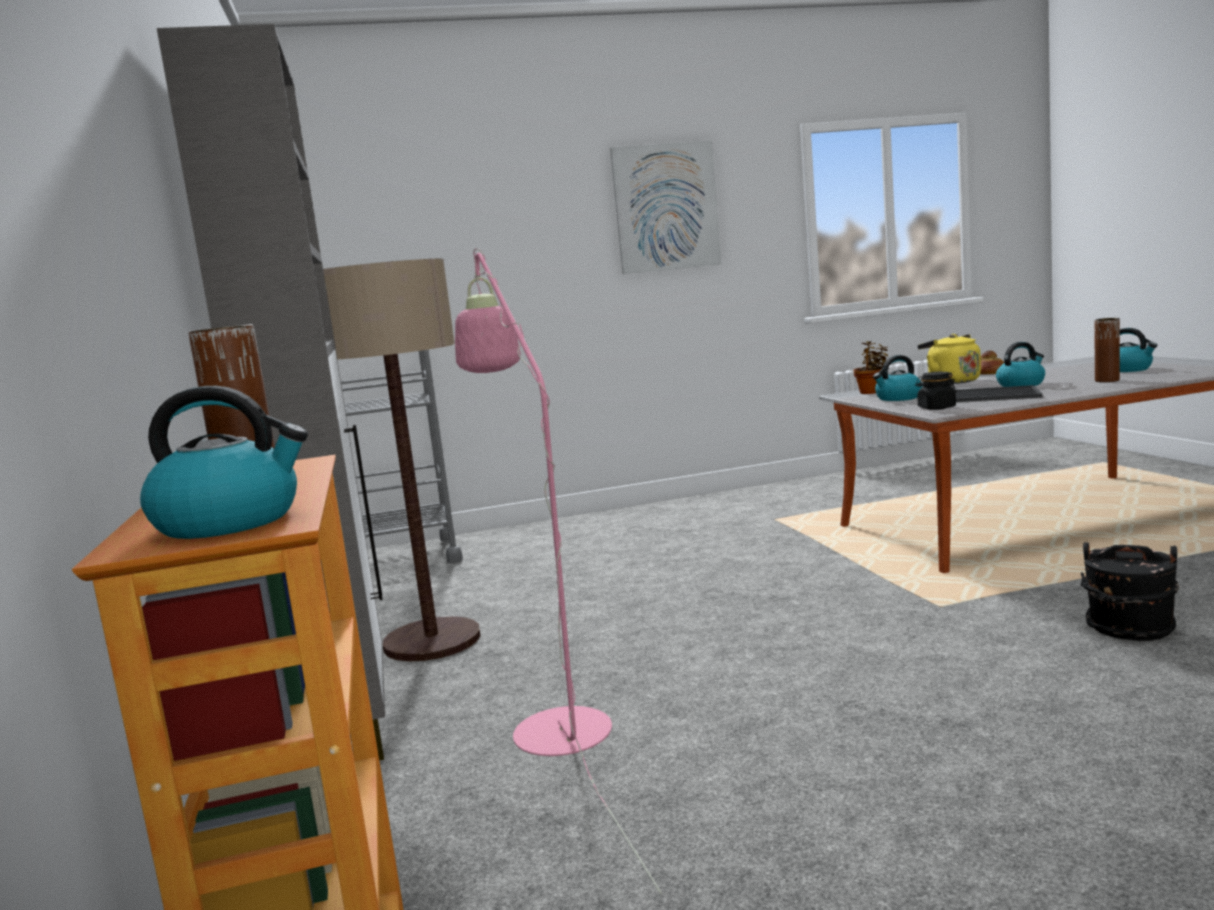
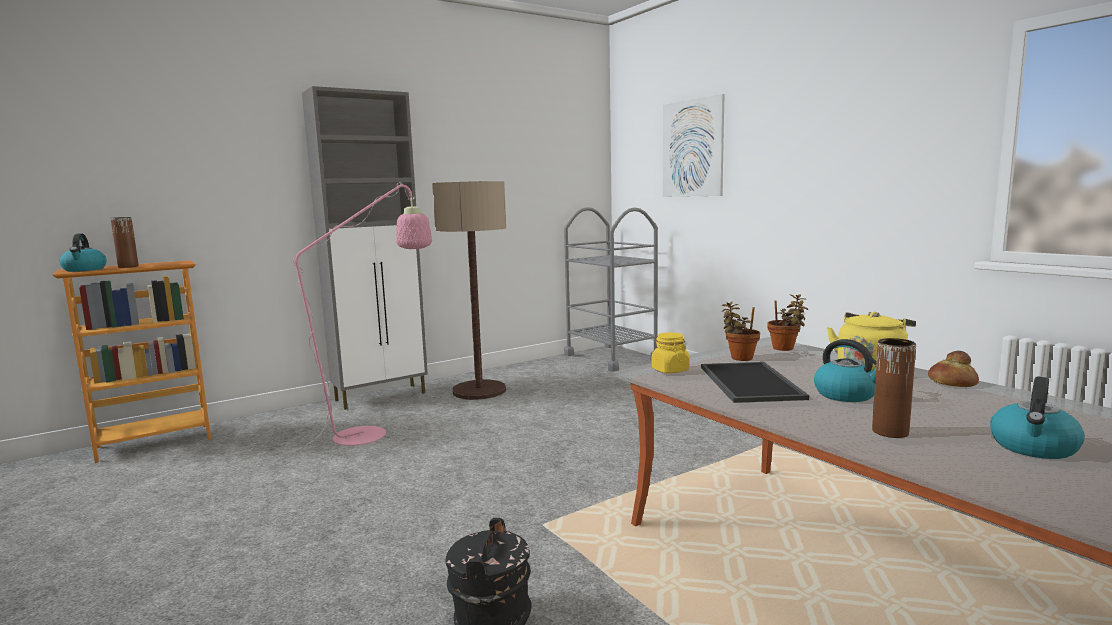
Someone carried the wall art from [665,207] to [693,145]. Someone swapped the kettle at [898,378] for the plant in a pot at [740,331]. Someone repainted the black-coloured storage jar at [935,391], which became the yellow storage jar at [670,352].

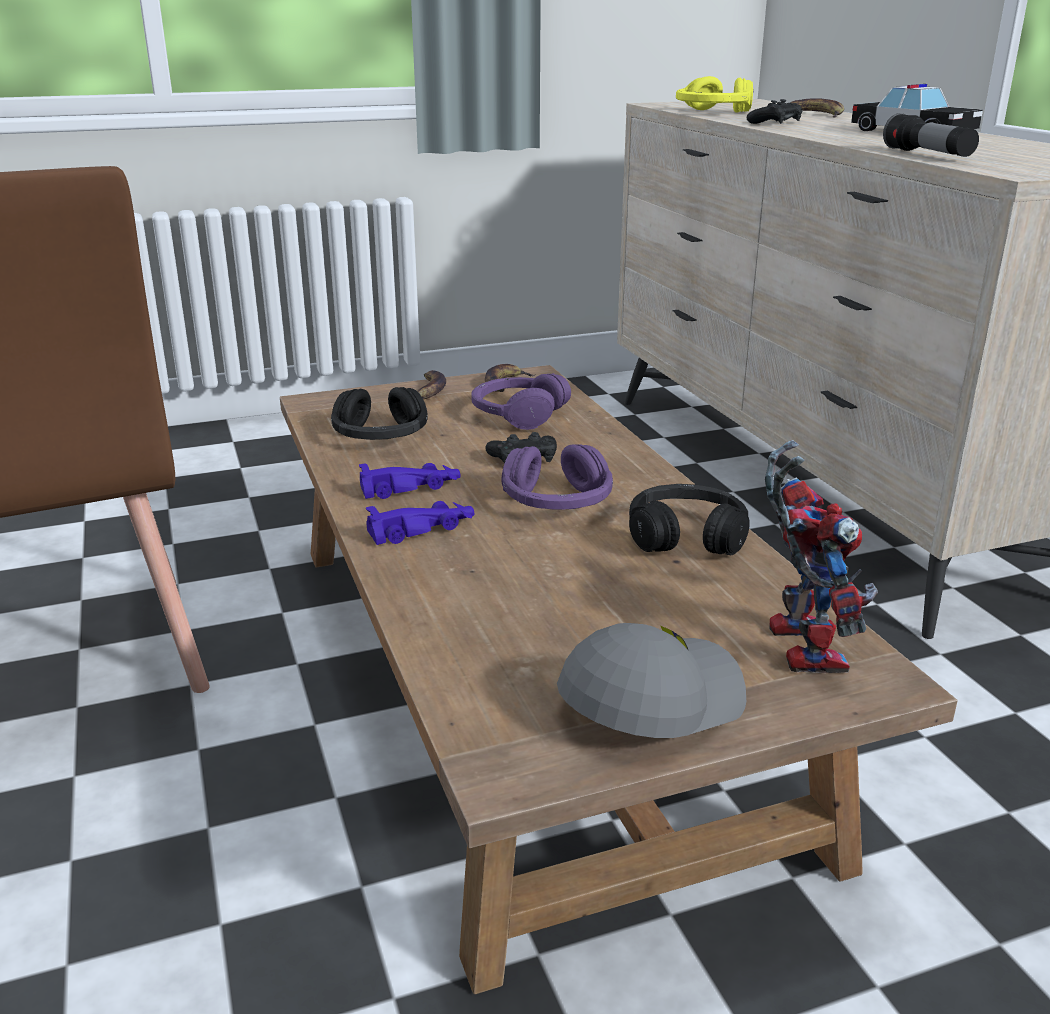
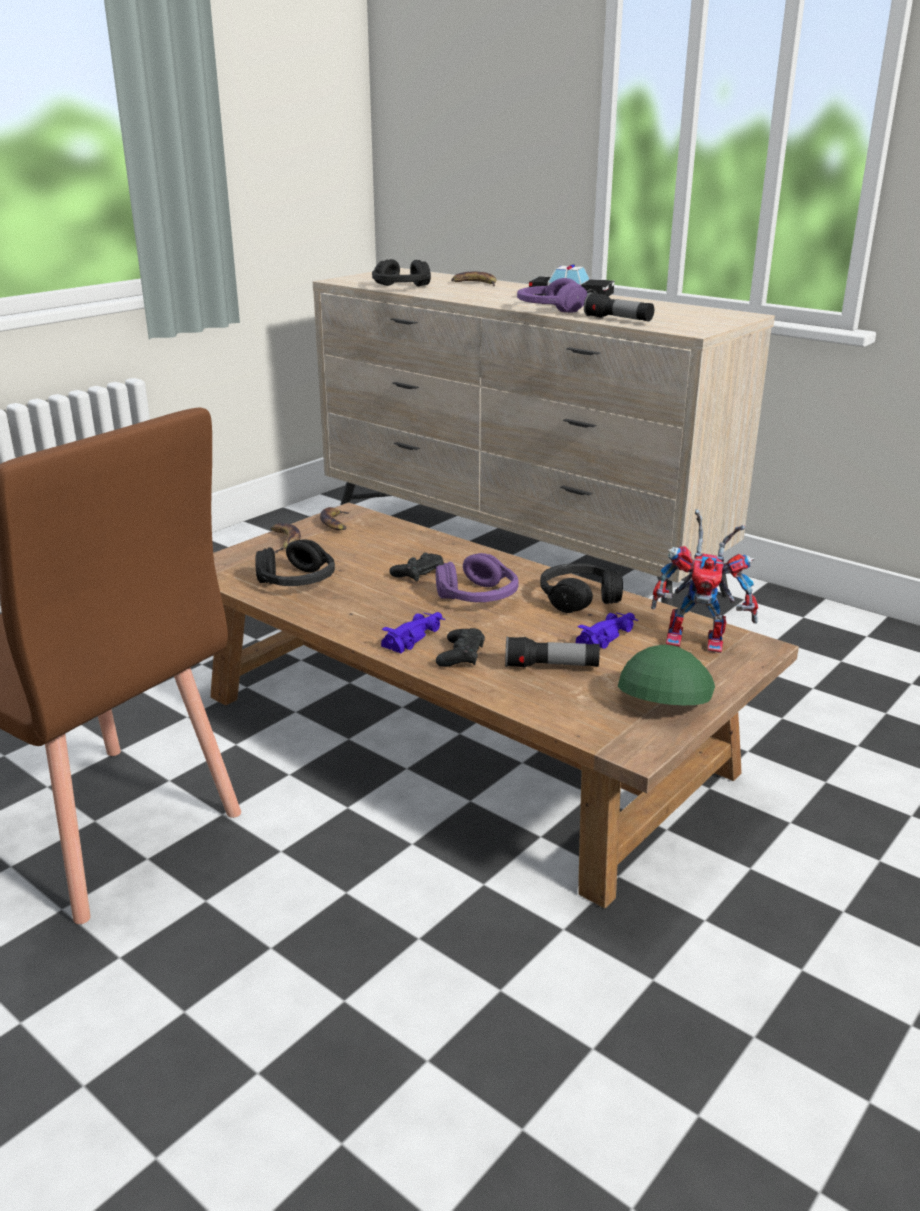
Someone put down the flashlight at [552,652]. Someone carried the purplish miniature car from [410,481] to [607,630]. Someone carried the purplish pair of headphones from [521,401] to [552,295]. Someone carried the black-coloured game controller from [774,111] to [460,647]. Someone repainted the greyish peaked cap at [651,680], which became the green peaked cap at [666,674]. Someone repainted the yellow pair of headphones at [715,94], which became the black-coloured pair of headphones at [401,272]. Someone rotated the model robot at [821,556] by 135 degrees clockwise.

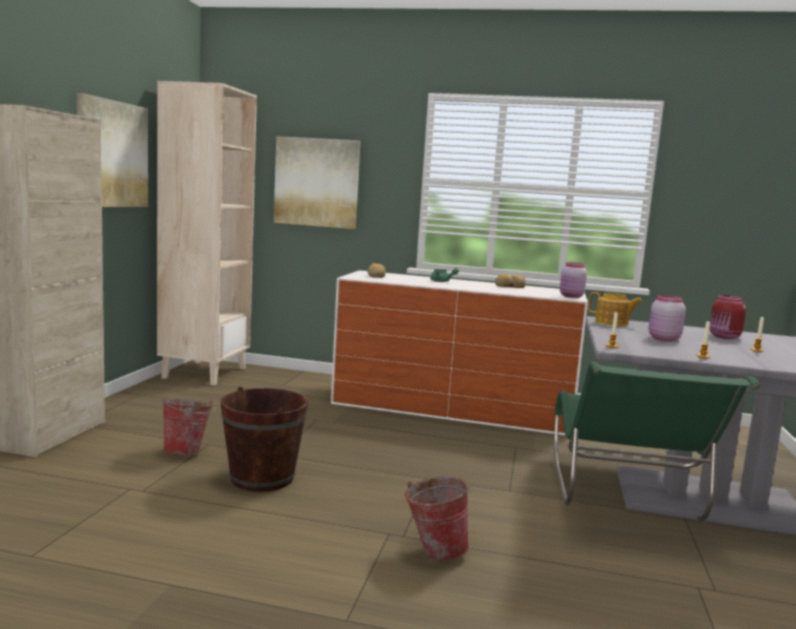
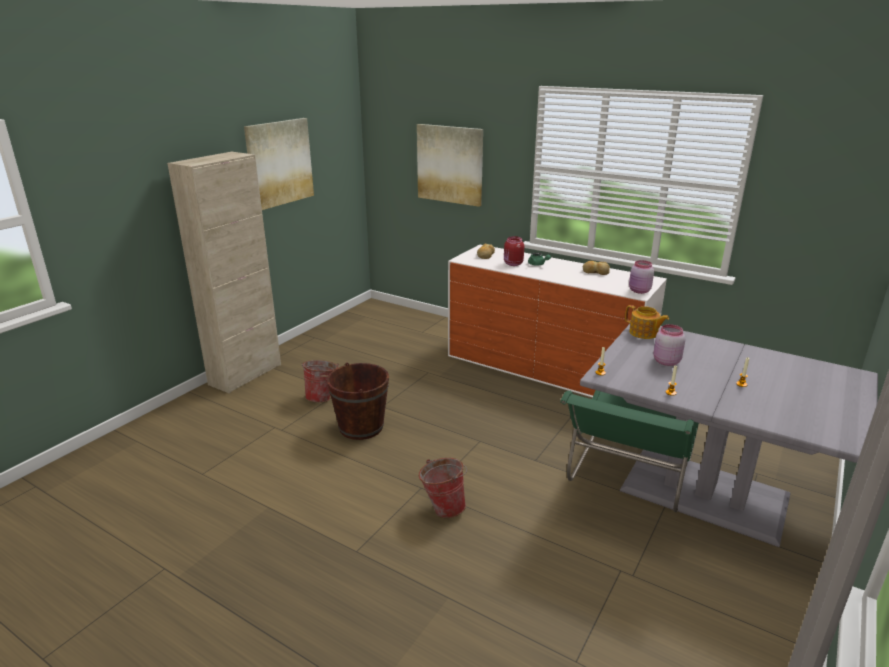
Someone took away the sand-coloured shelving unit at [207,233]. Someone carried the reddish storage jar from [728,317] to [514,251].

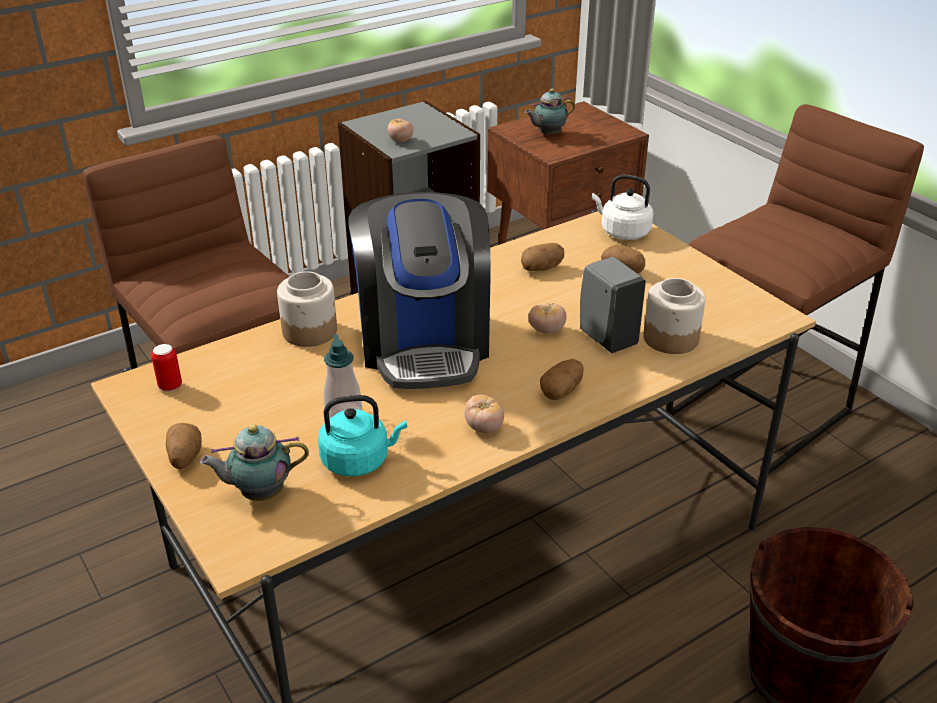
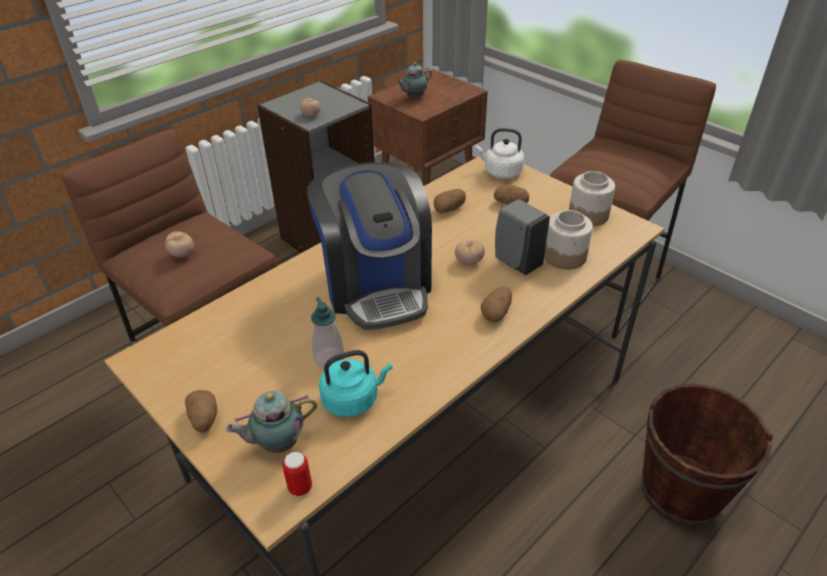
Someone carried the metal can from [166,368] to [297,474]. Someone carried the storage jar from [307,309] to [592,198]. Someone carried the fresh tomato from [484,414] to [179,244].

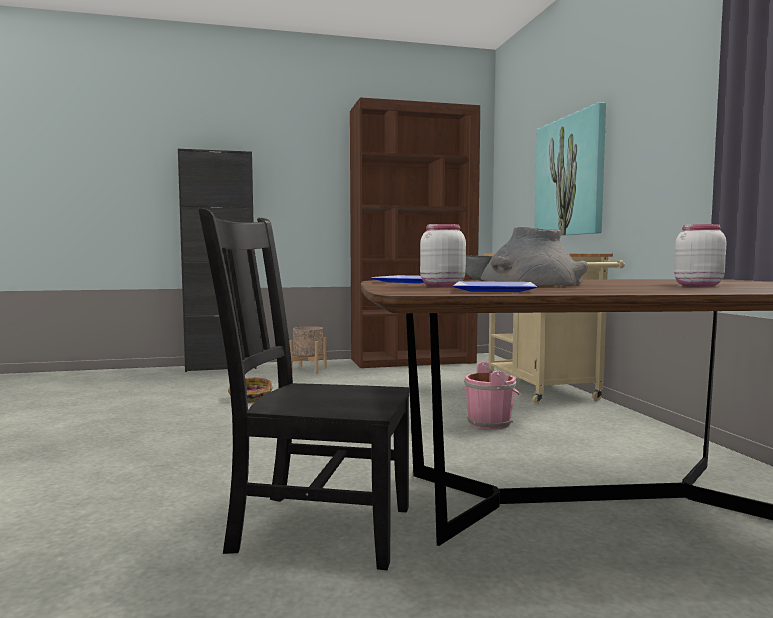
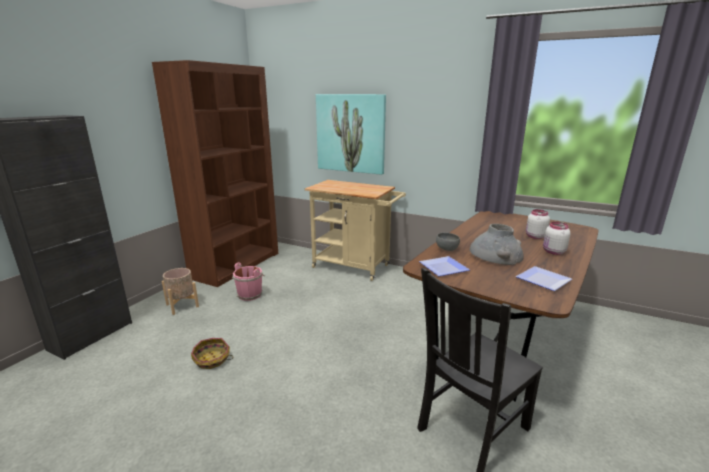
Someone carried the white storage jar from [443,255] to [556,238]. Someone carried the pinkish pail from [492,396] to [248,281].

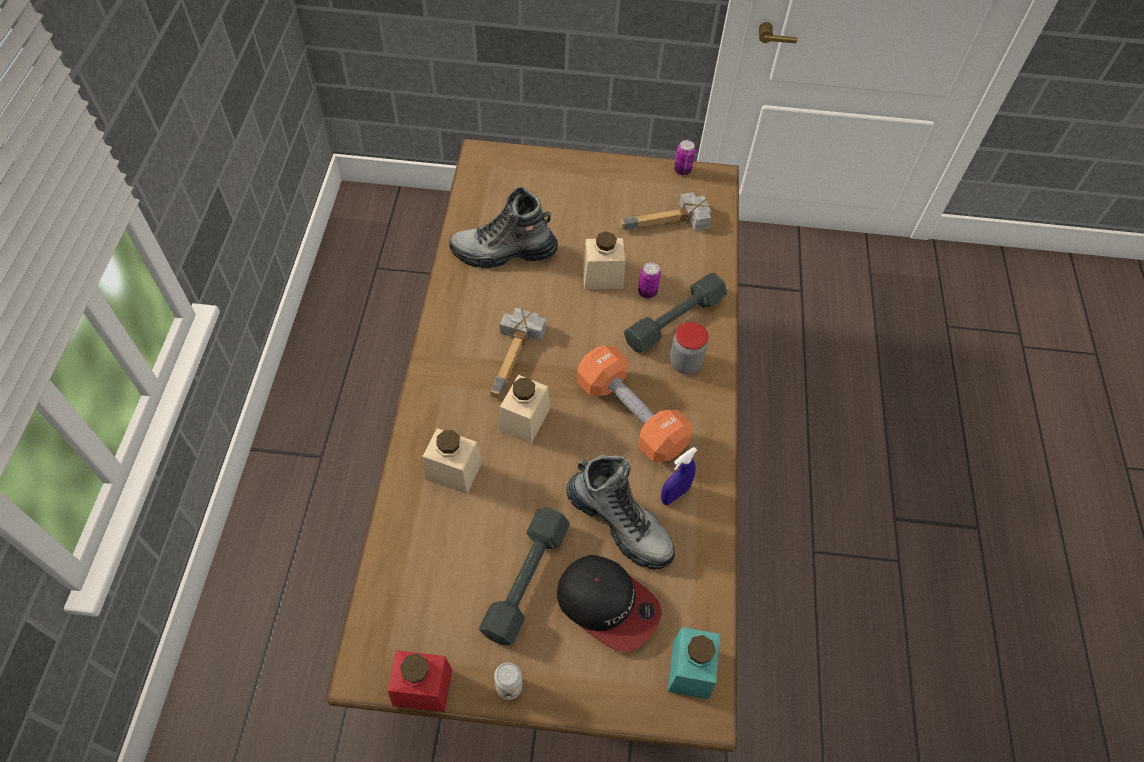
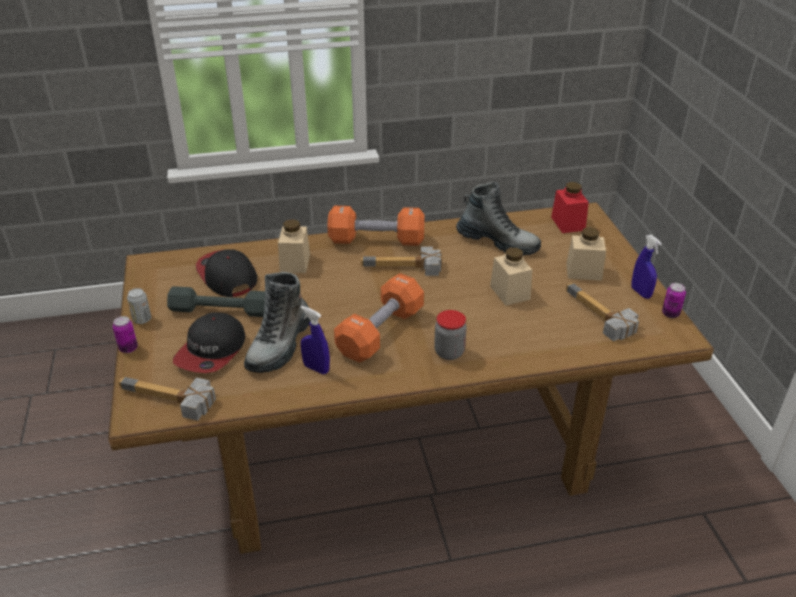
Someone took away the greyish dumbbell at [675,312]. Someone put down the peaked cap at [226,273]. Someone put down the orange-coloured dumbbell at [376,226]. Someone put down the blue-coloured spray bottle at [646,267]. Someone carried the reddish storage jar from [420,681] to [570,207]. Someone carried the sand-coloured storage jar from [524,409] to [586,254]. Someone carried the metal can from [649,280] to [125,334]. Someone swapped the turquoise-coloured storage jar at [694,663] for the hand hammer at [167,399]. Someone rotated the tall boot at [503,227] by 135 degrees clockwise.

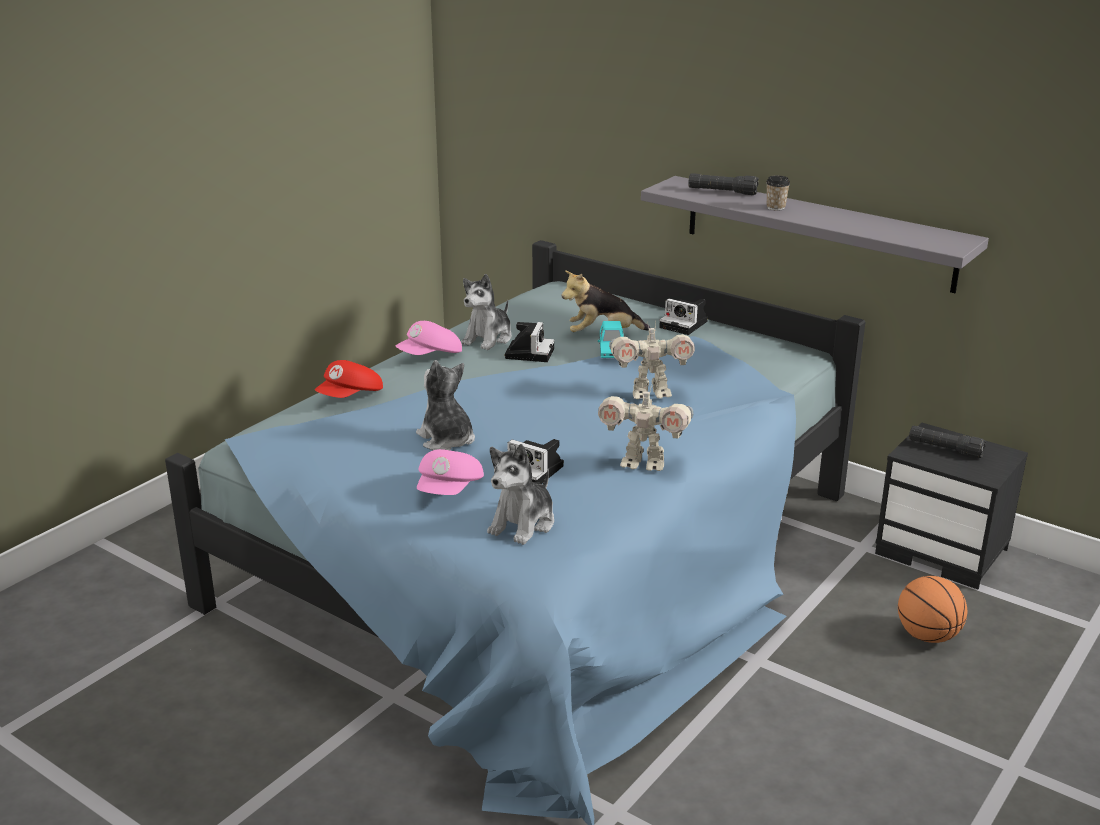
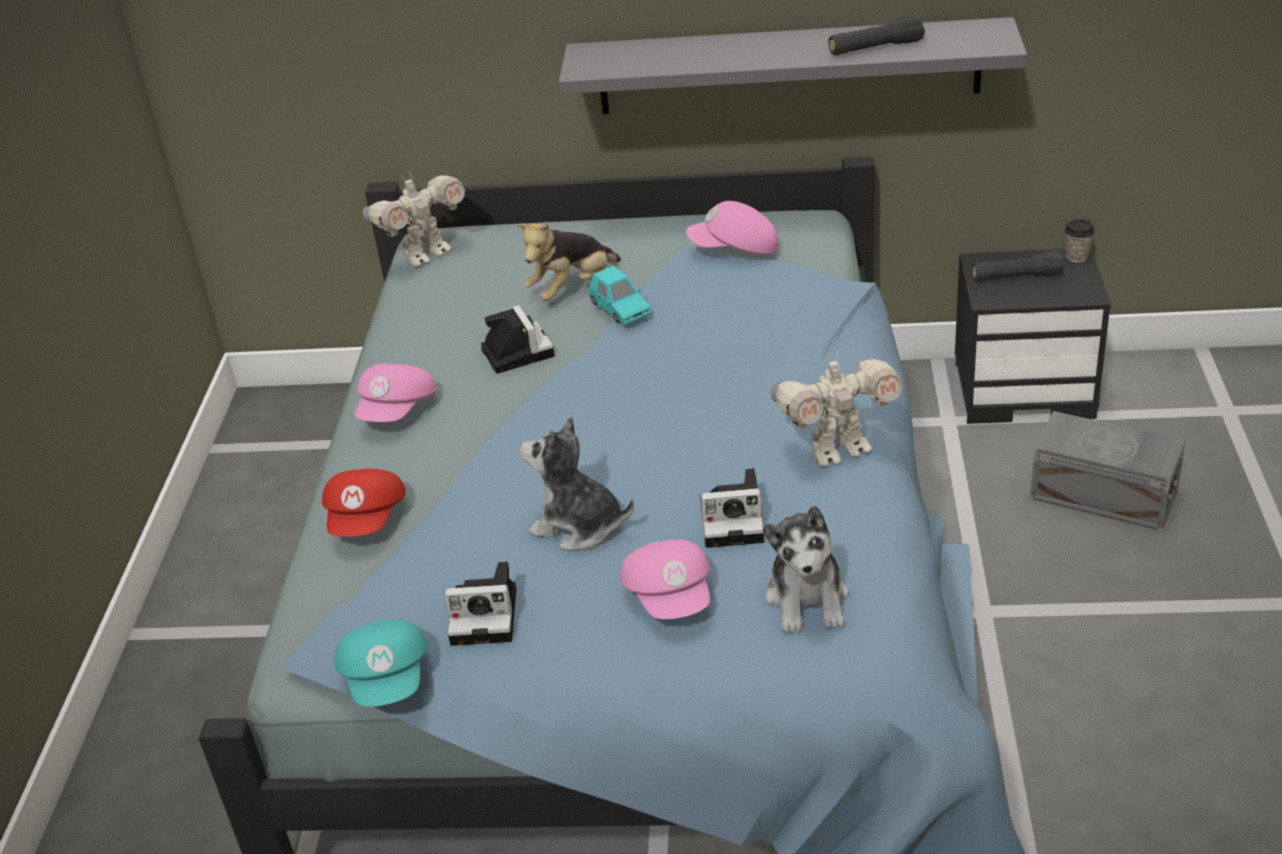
Someone took away the soft toy at [486,312]. Someone put down the turquoise-coloured peaked cap at [381,663]. Someone put down the pinkish peaked cap at [732,227]. Someone carried the model robot from [652,360] to [414,218]. Someone carried the photo camera from [683,317] to [480,603]. Someone carried the black-coloured flashlight from [723,184] to [876,35]. Someone carried the drinking cup from [778,193] to [1080,241]. Someone swapped the ball for basketball at [932,609] for the greyish storage bin at [1108,471].

